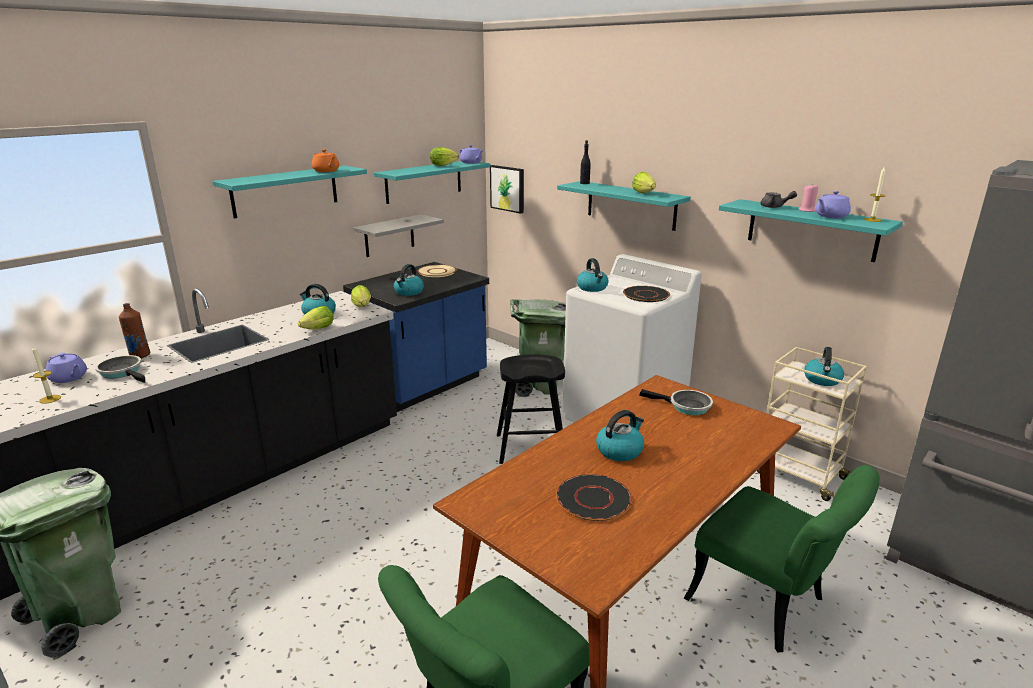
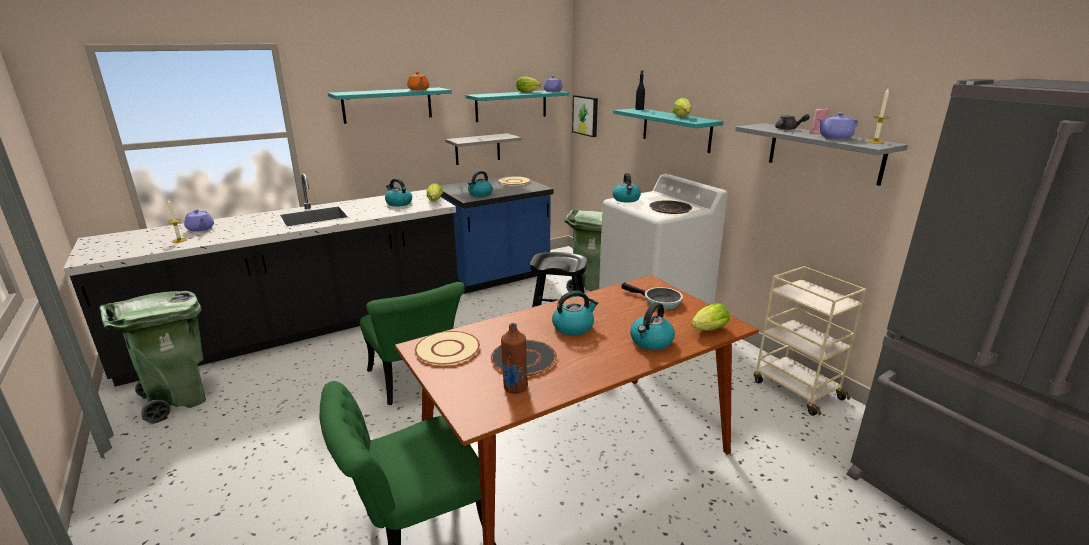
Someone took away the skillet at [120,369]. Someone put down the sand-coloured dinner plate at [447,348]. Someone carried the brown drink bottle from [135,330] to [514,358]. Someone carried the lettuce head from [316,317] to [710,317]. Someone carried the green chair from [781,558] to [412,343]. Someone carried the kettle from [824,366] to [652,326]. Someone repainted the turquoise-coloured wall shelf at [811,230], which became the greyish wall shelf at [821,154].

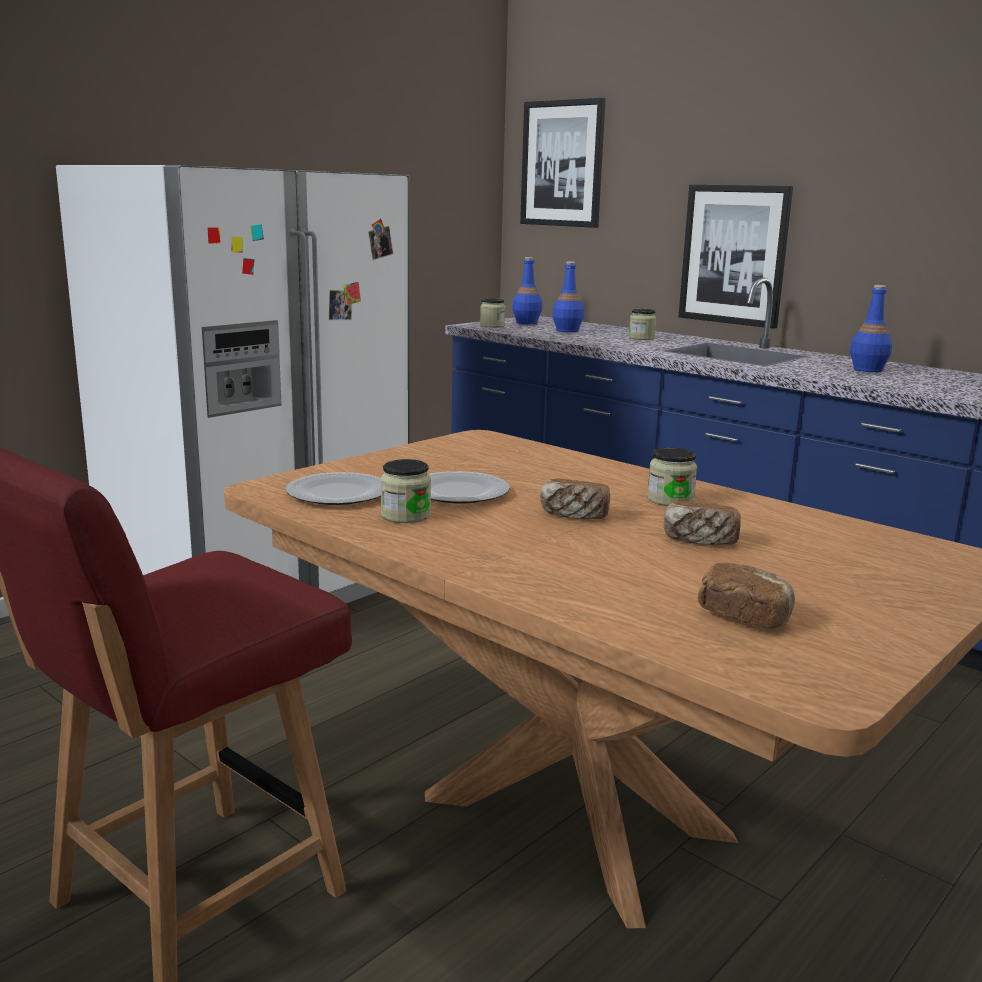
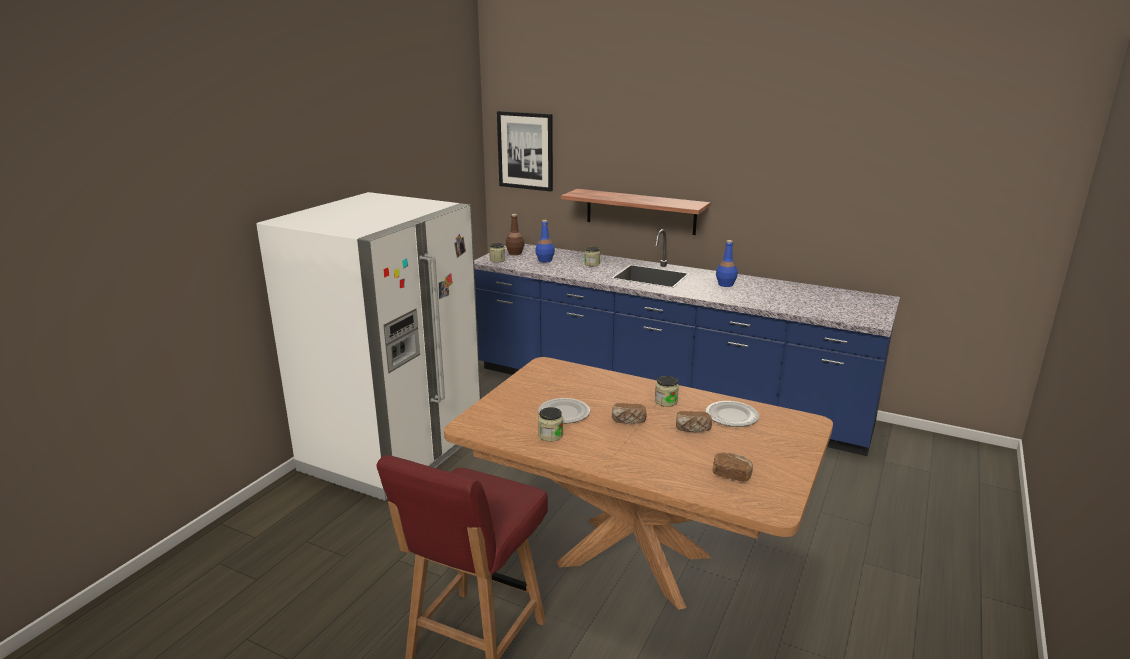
Someone carried the dinner plate from [333,488] to [732,414]. Someone swapped the wall art at [736,257] for the wall shelf at [636,212]. Someone repainted the blue-coloured drink bottle at [527,290], which became the brown drink bottle at [515,234].

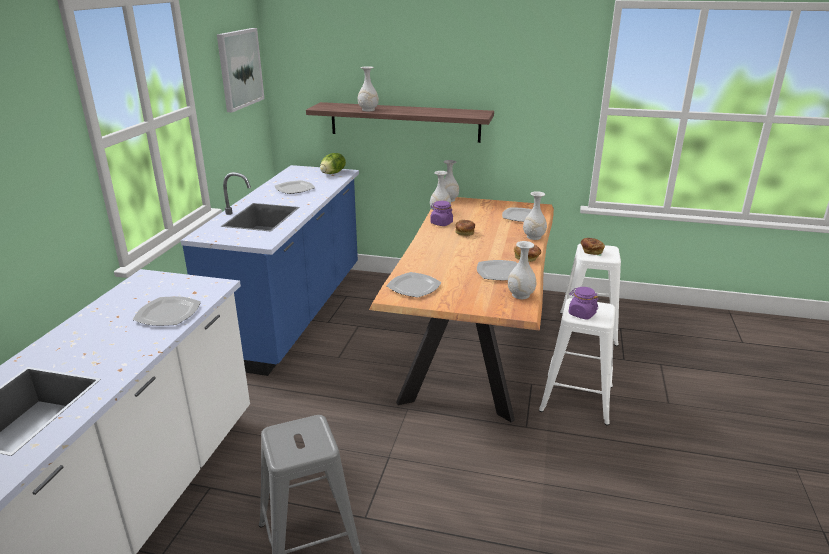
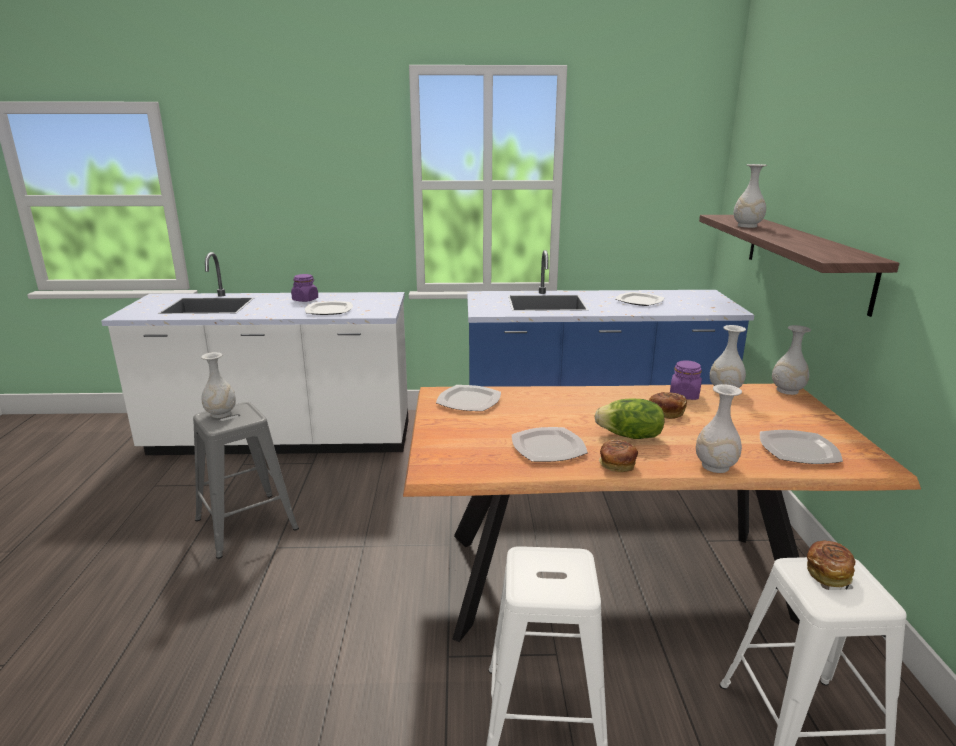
Someone took away the wall art at [240,70]. Someone carried the lettuce head from [333,163] to [629,419]. Someone carried the white flower vase from [522,270] to [218,385]. Someone carried the purplish storage jar from [584,303] to [304,288].

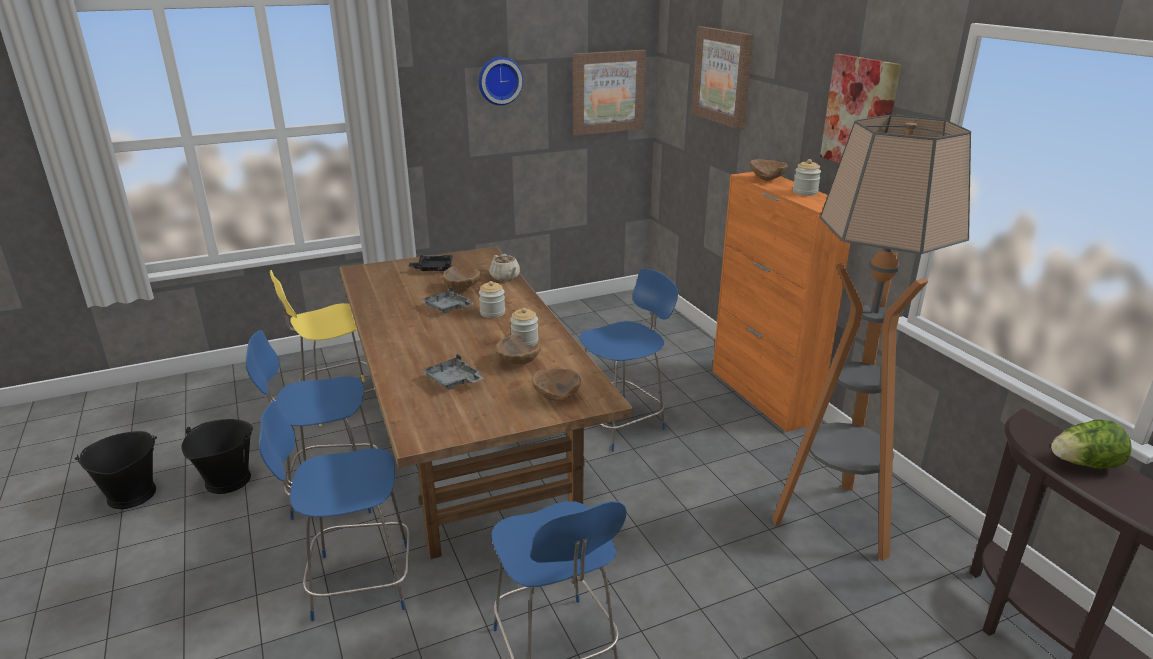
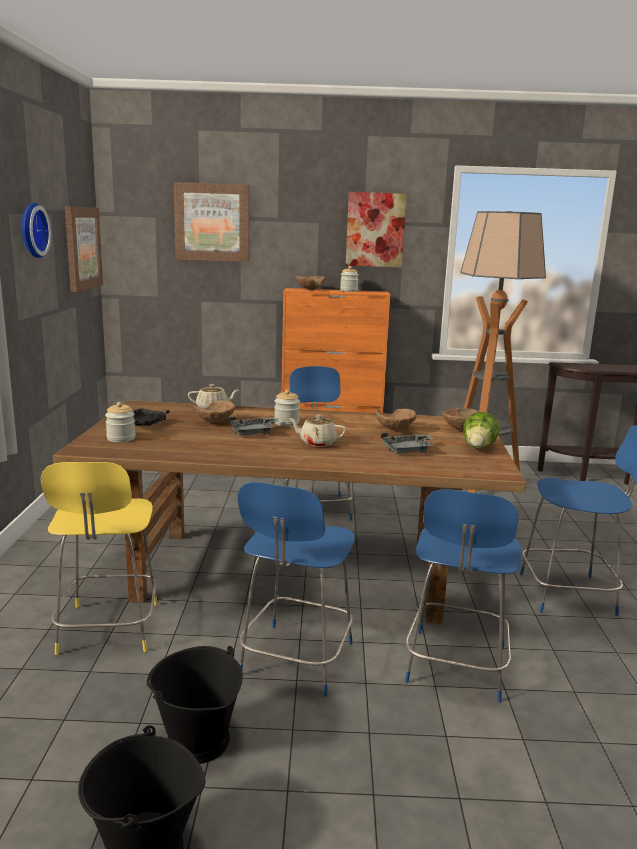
Someone put down the sand-coloured teapot at [317,431]. Someone carried the storage jar from [524,327] to [120,422]. Someone carried the lettuce head from [1091,444] to [481,430].

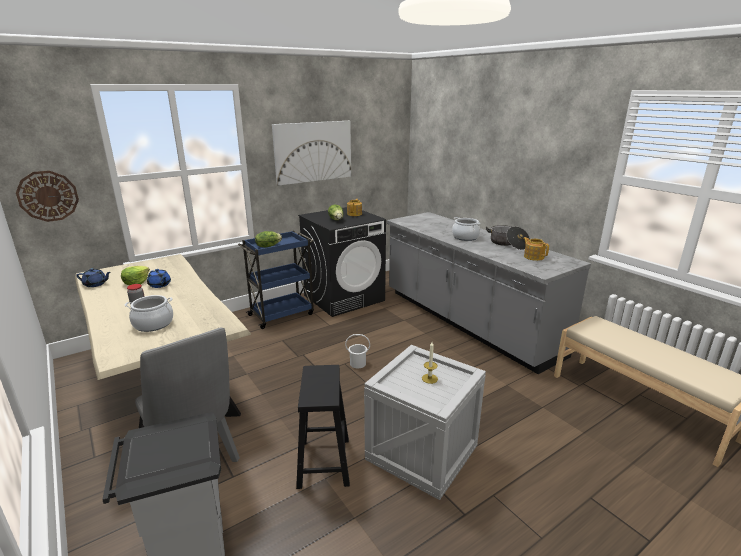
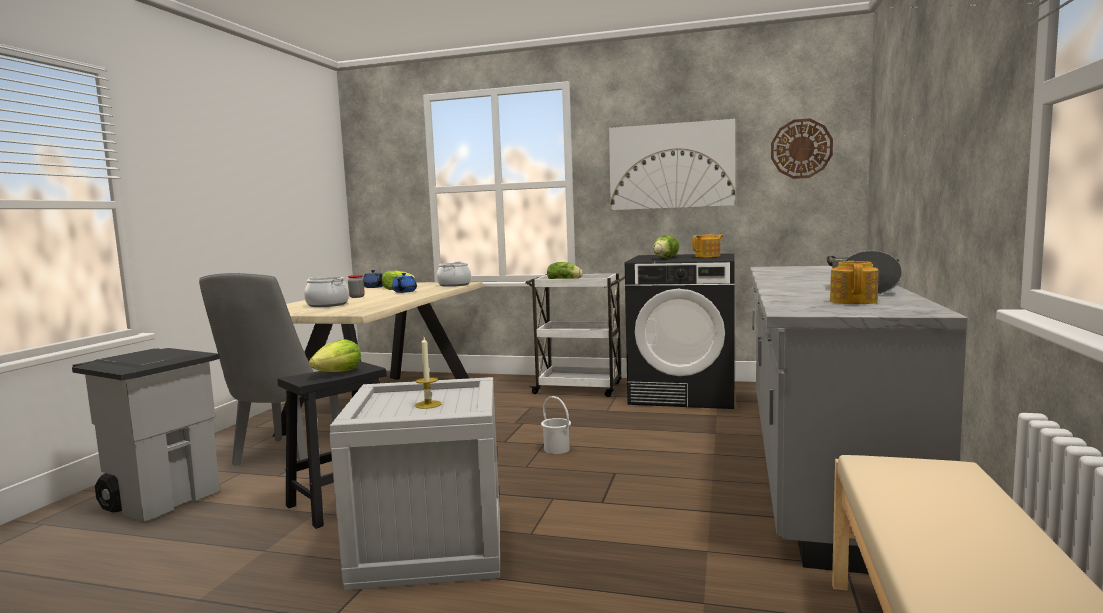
Someone put down the lettuce head at [335,355]. Someone carried the wall clock from [47,196] to [802,148]. Someone carried the cooking pot from [466,229] to [454,274]. Someone repainted the blue-coloured trolley at [276,280], which became the white trolley at [575,335].

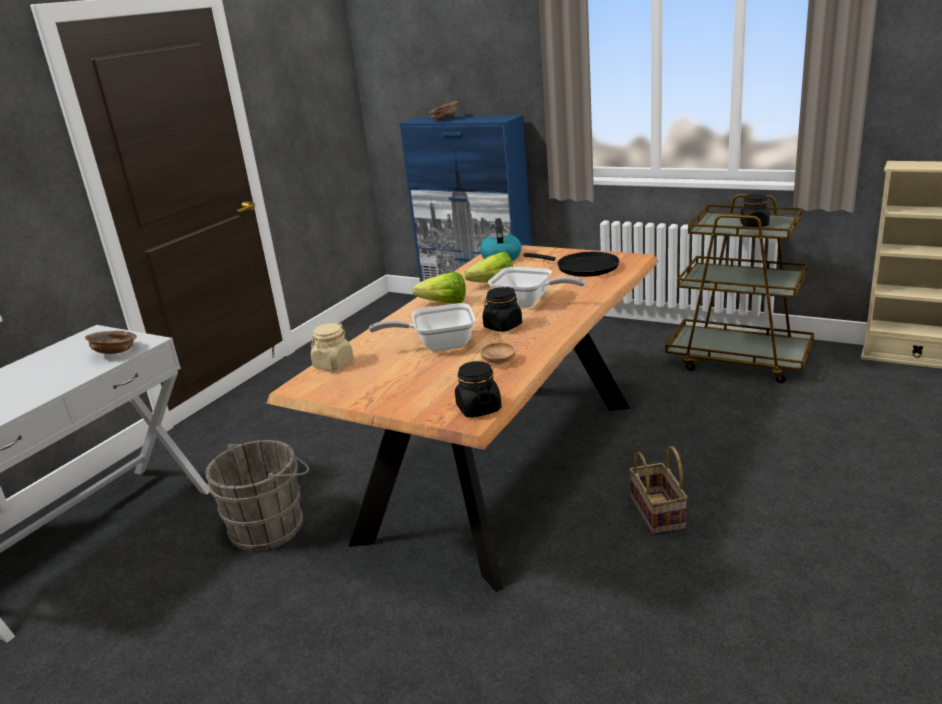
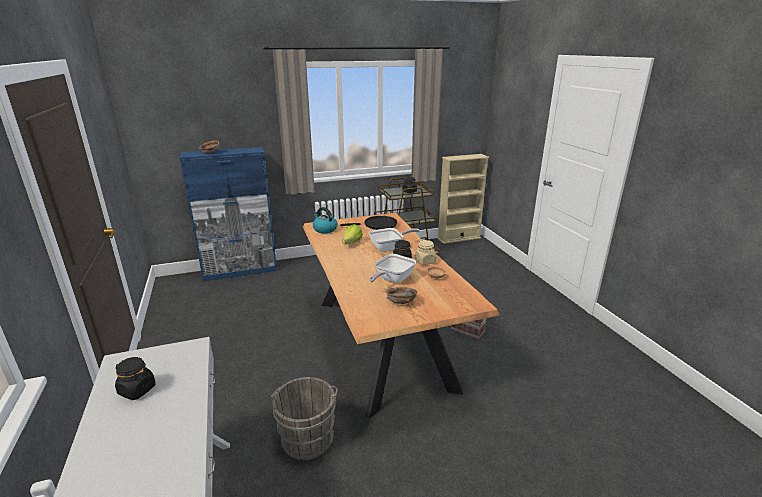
Someone took away the lettuce head at [439,288]. Someone carried the brown serving bowl from [111,342] to [401,295]. Someone carried the sand-coloured storage jar from [332,347] to [425,252]. Someone carried the black-coloured storage jar from [478,389] to [135,378].

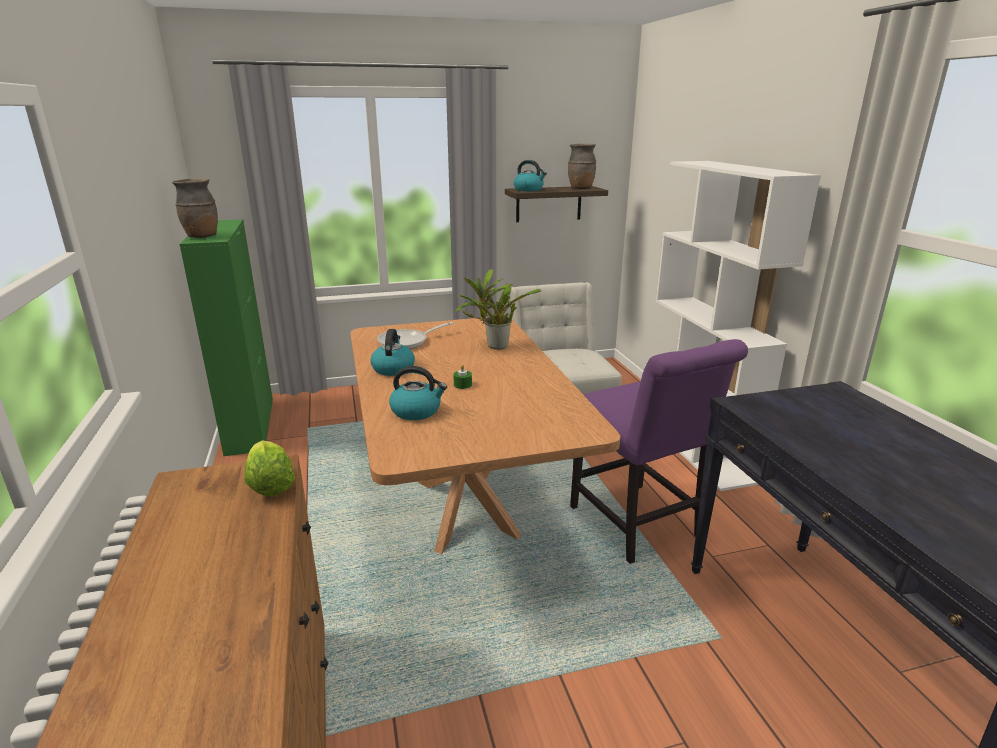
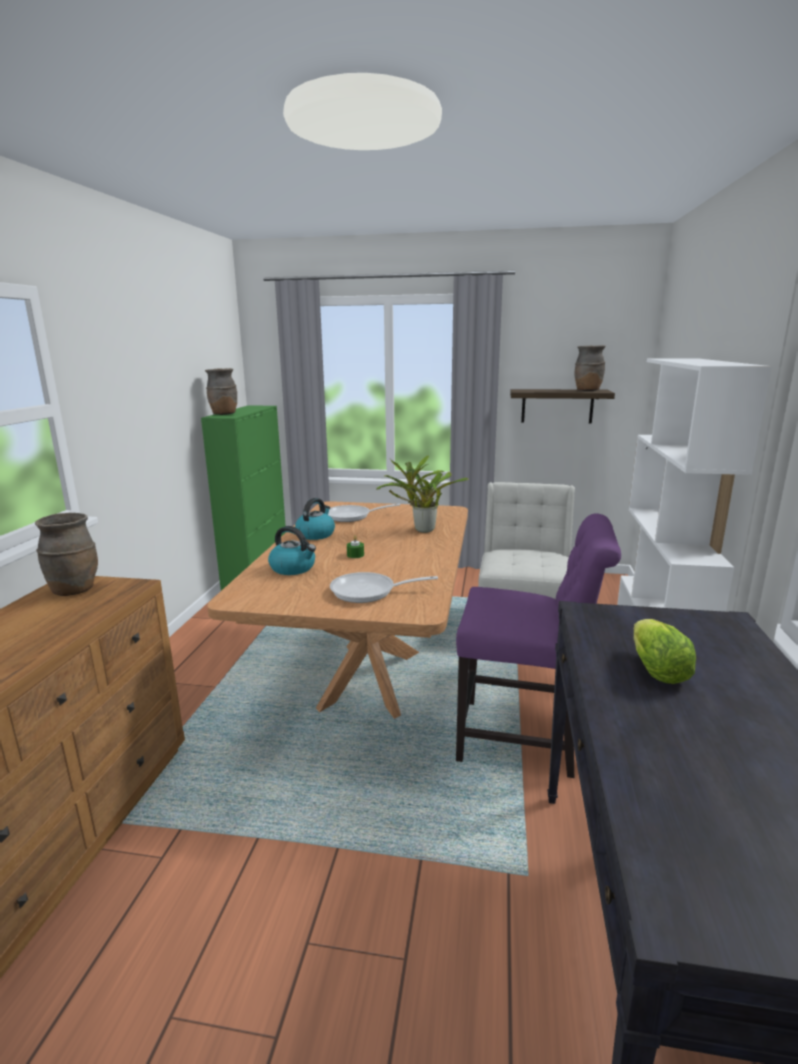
Someone took away the kettle at [530,175]. Someone put down the brown flower vase at [66,554]. Someone put down the skillet at [384,587]. Someone carried the lettuce head from [270,468] to [665,651]. Someone rotated the purplish chair at [659,451] by 75 degrees counterclockwise.

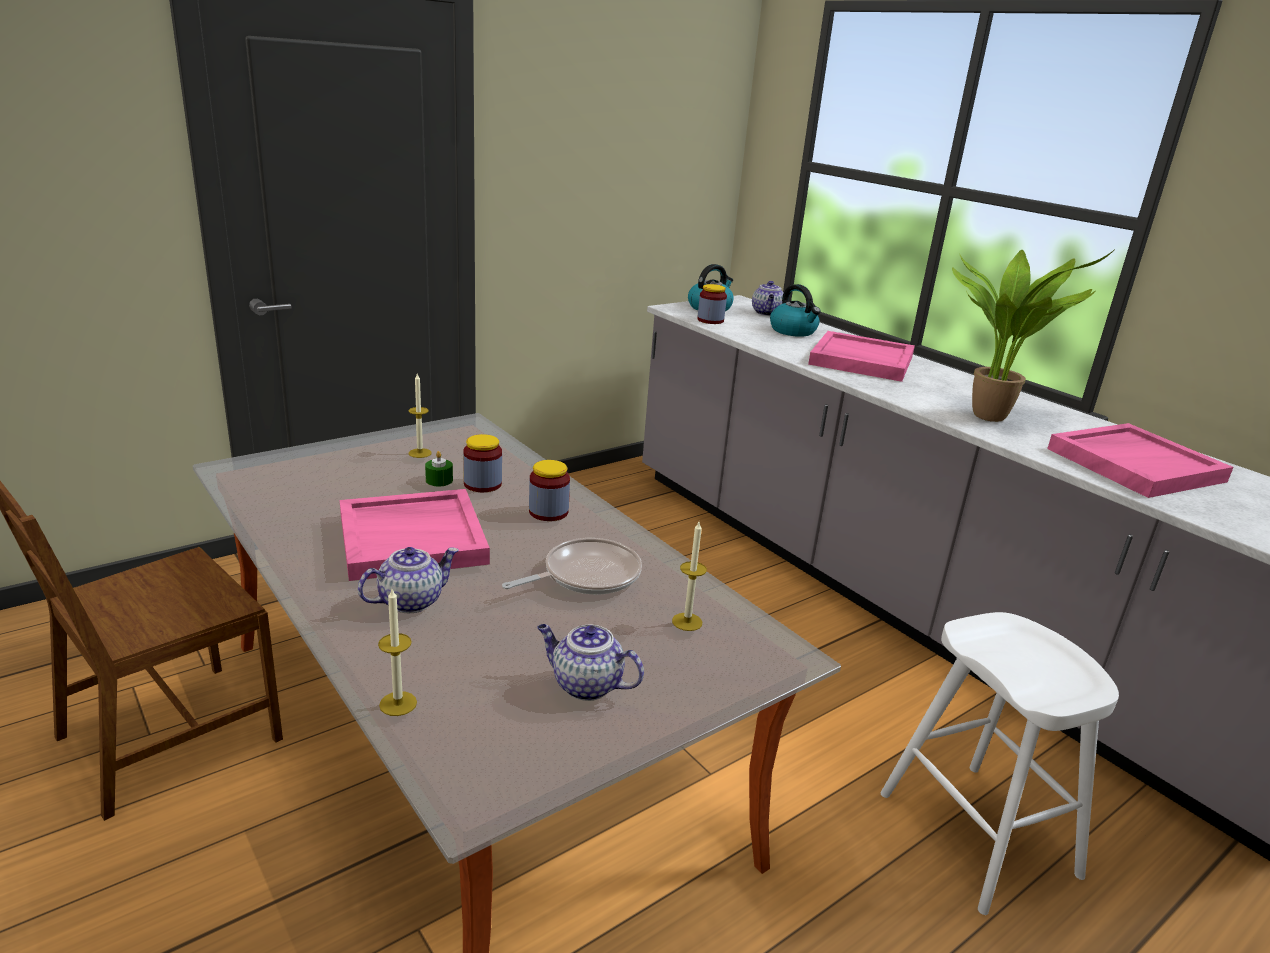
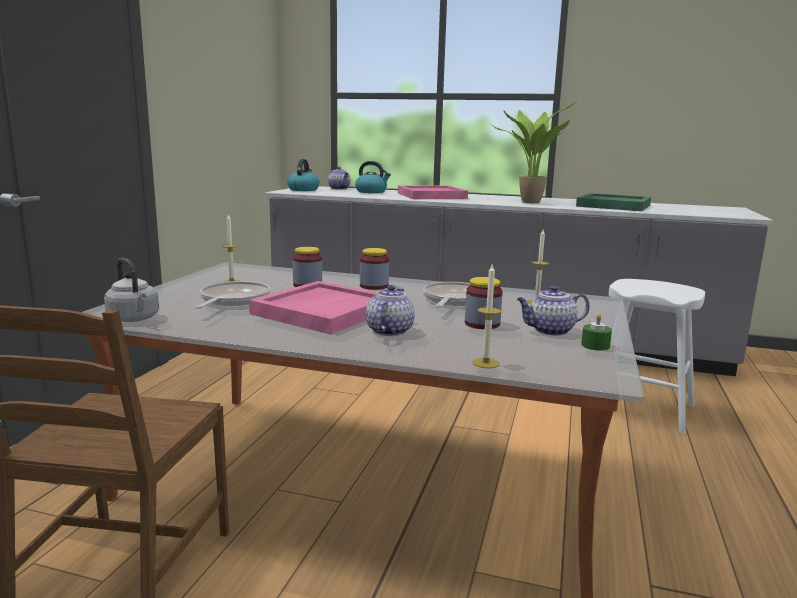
Someone put down the greyish kettle at [131,290]. Someone put down the skillet at [233,295]. Someone carried the green wax candle from [439,468] to [596,332]. Someone carried the storage jar from [712,304] to [484,303]. Someone repainted the pinkish carrying tray at [1140,460], which became the green carrying tray at [613,202].

